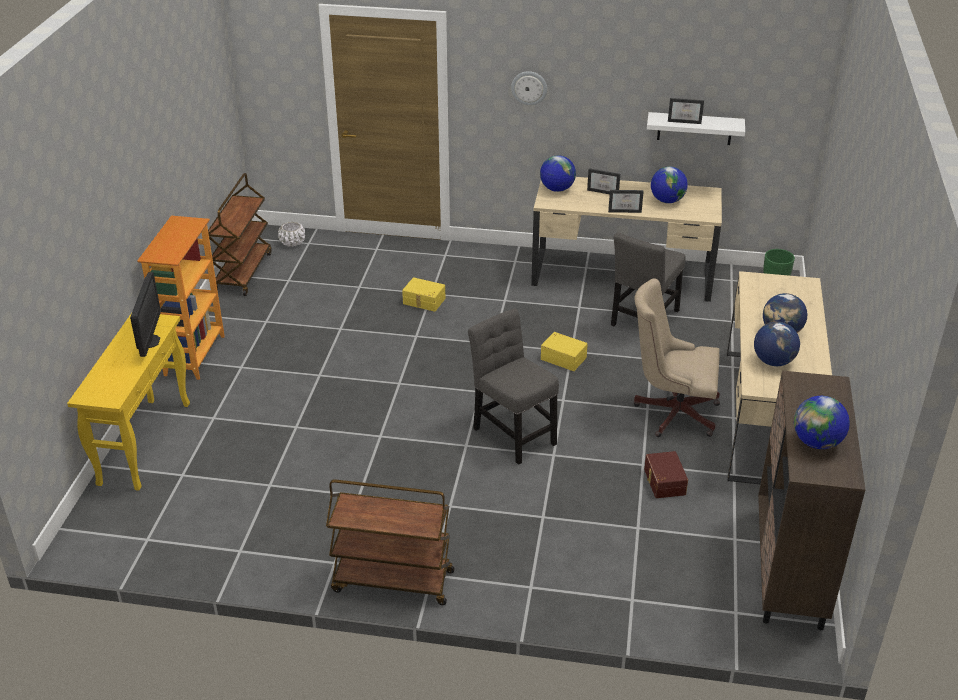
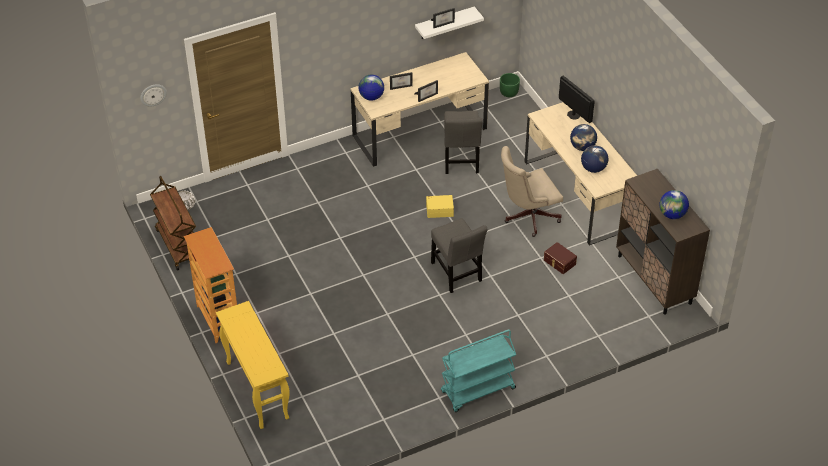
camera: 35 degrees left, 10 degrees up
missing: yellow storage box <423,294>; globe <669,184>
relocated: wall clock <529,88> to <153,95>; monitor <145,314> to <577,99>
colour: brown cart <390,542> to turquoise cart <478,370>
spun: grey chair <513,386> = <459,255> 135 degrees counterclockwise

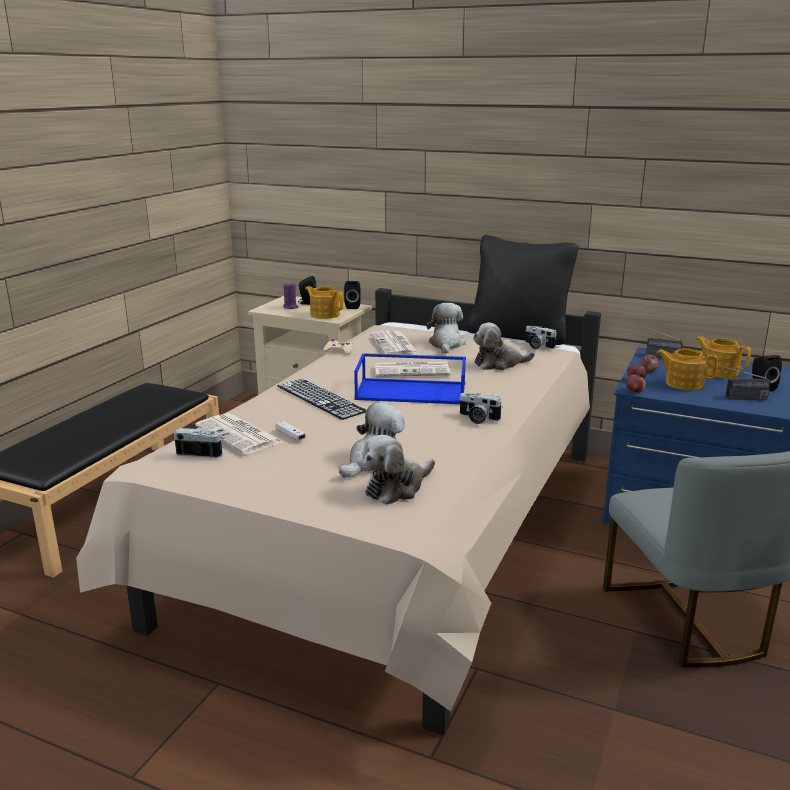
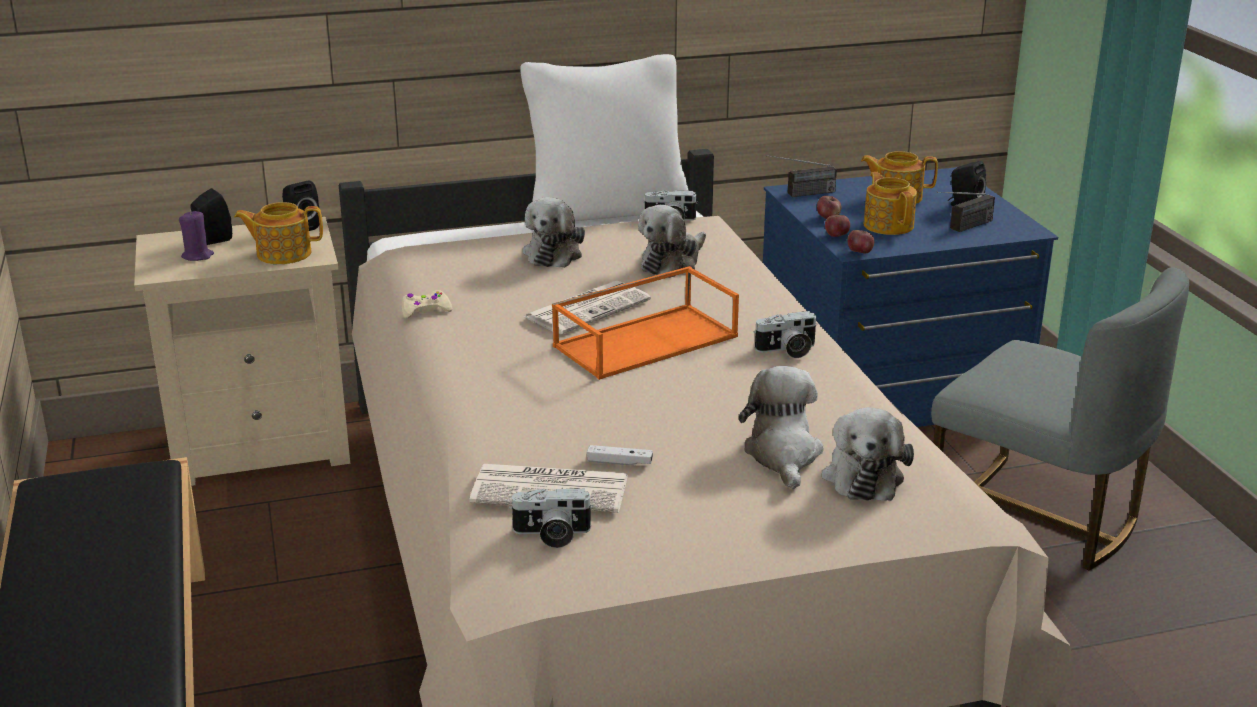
camera: 40 degrees left, 5 degrees up
missing: keyboard <321,399>; newspaper <395,343>
colour: black pillow <522,290> to white pillow <604,137>; blue tray <410,378> to orange tray <645,323>
spun: photo camera <198,443> = <551,518> 150 degrees counterclockwise; plush toy <446,328> = <554,232> 135 degrees counterclockwise; teapot <687,369> = <890,203> 90 degrees clockwise

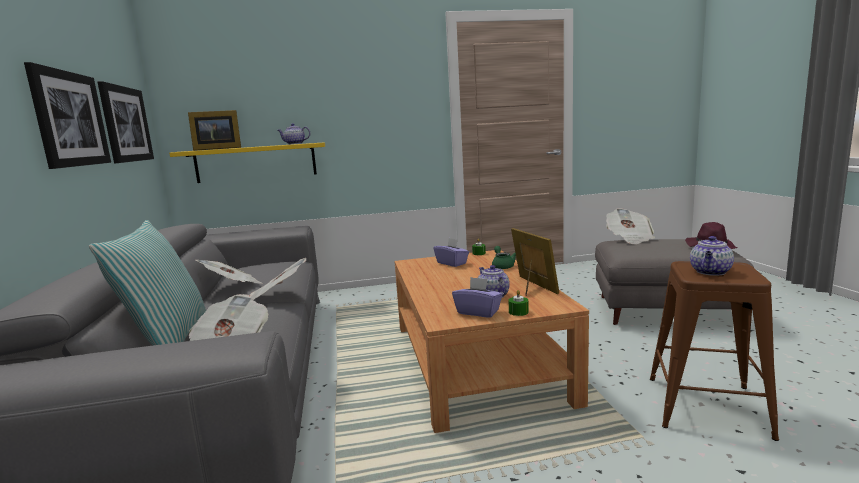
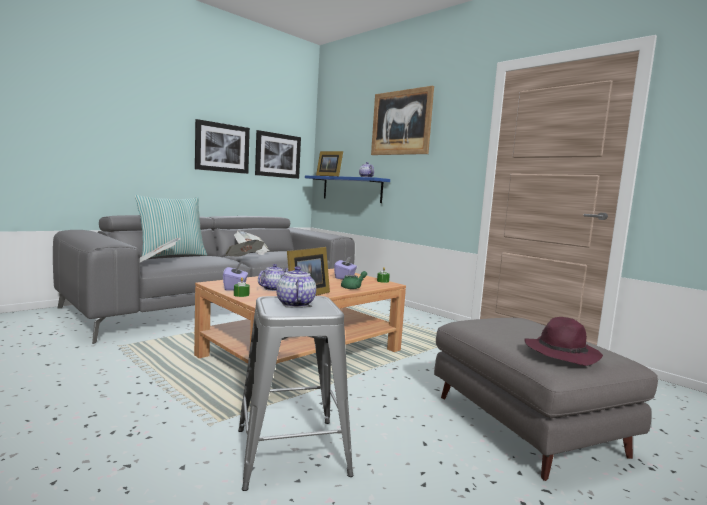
camera: 55 degrees right, 5 degrees down
missing: newspaper <630,226>
appeared: picture <402,120>
colour: brown stool <714,351> to grey stool <295,393>; yellow shelf <247,162> to blue shelf <347,189>
spun: teapot <712,256> = <296,286> 75 degrees clockwise

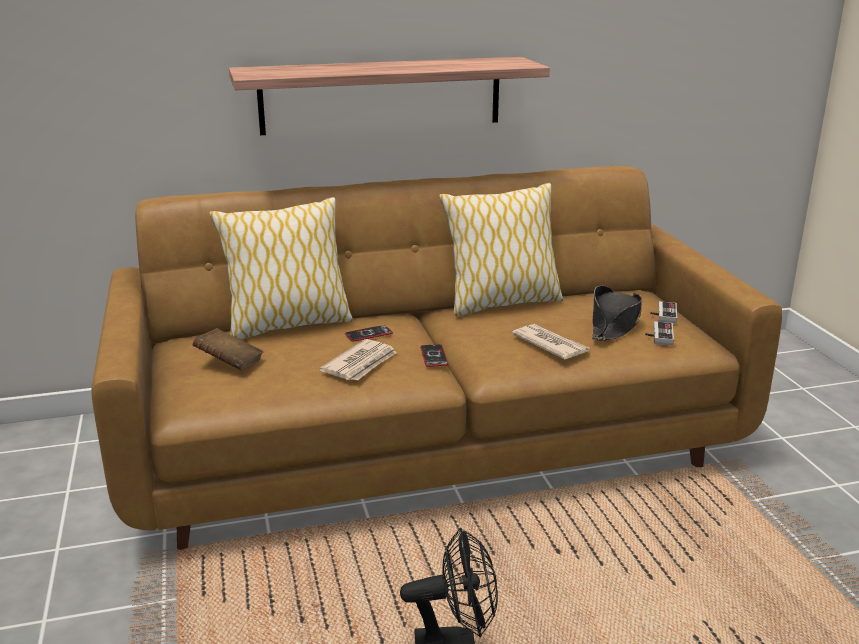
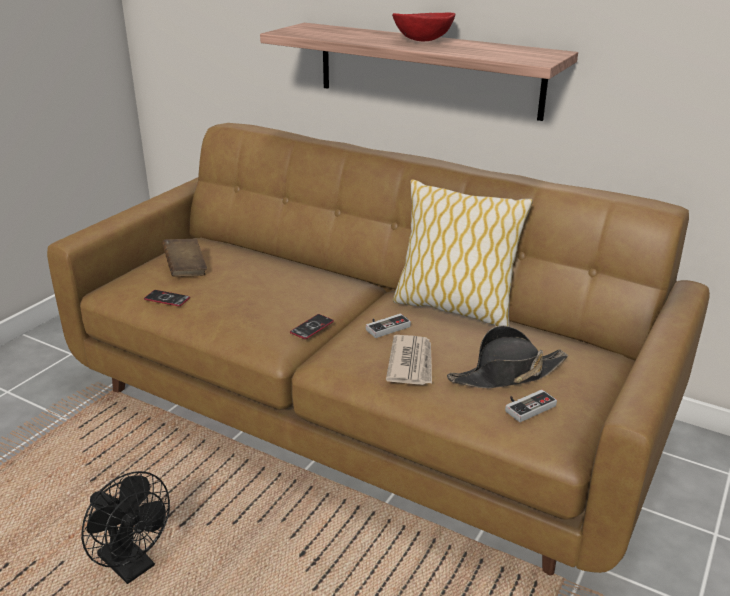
camera: 45 degrees right, 5 degrees up
missing: pillow <281,268>; newspaper <358,360>
appeared: red bowl <424,26>
relocated: phone <369,333> to <167,298>; game controller <663,312> to <388,326>

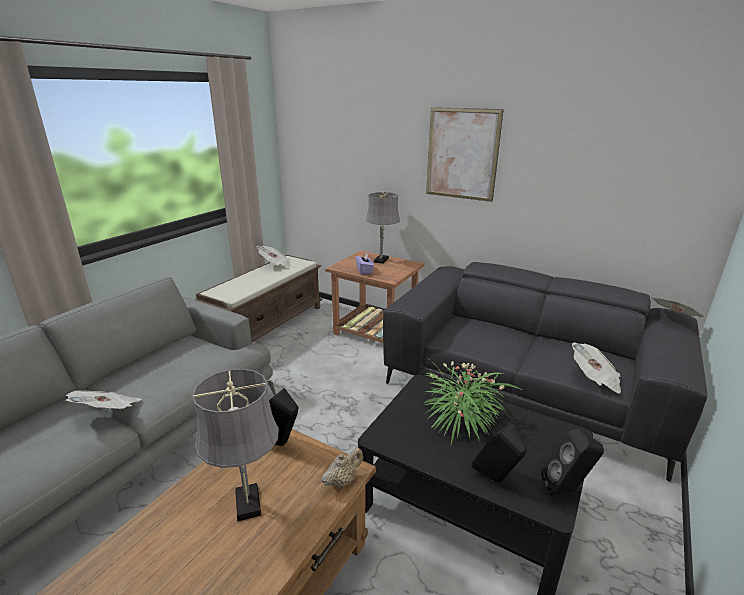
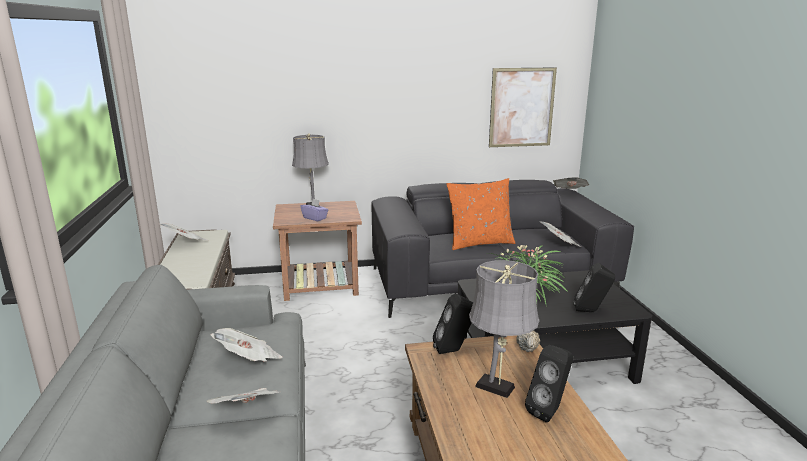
camera: 40 degrees left, 5 degrees down
appeared: newspaper <246,345>; orange pillow <481,214>
relocated: picture <465,154> to <523,107>; black speaker <572,462> to <549,383>

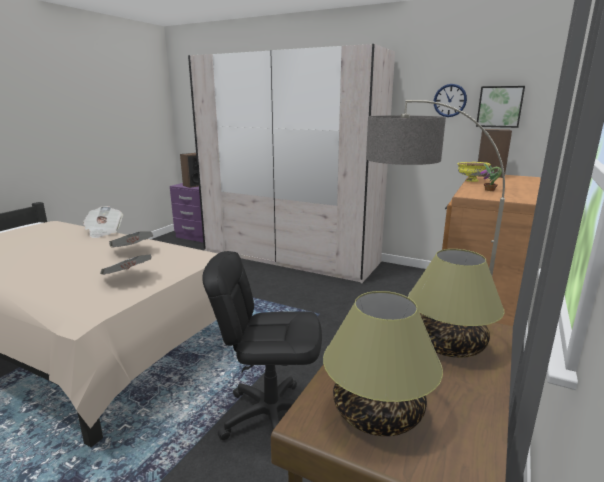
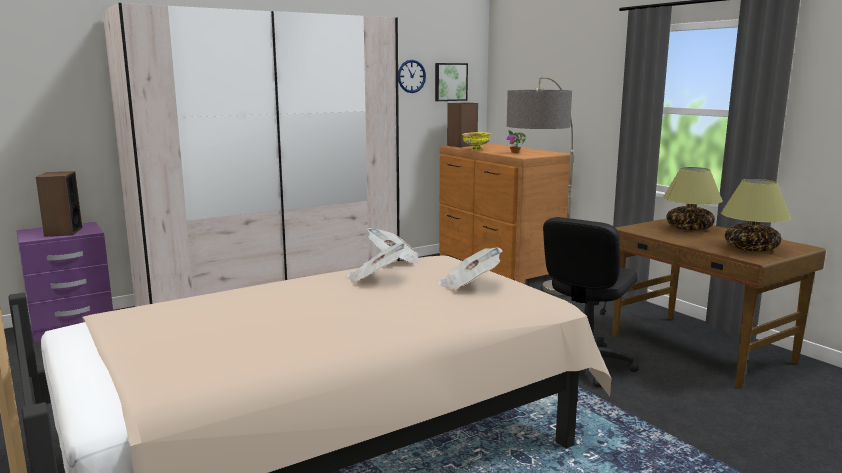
camera: 60 degrees left, 5 degrees down
relocated: newspaper <103,222> to <393,246>

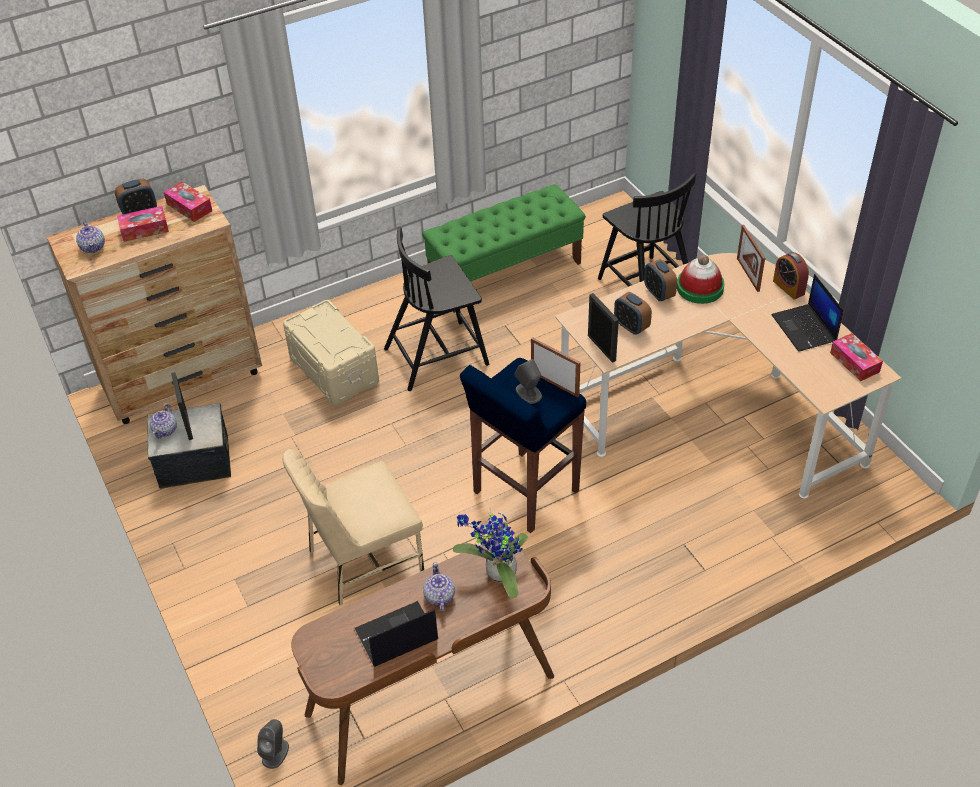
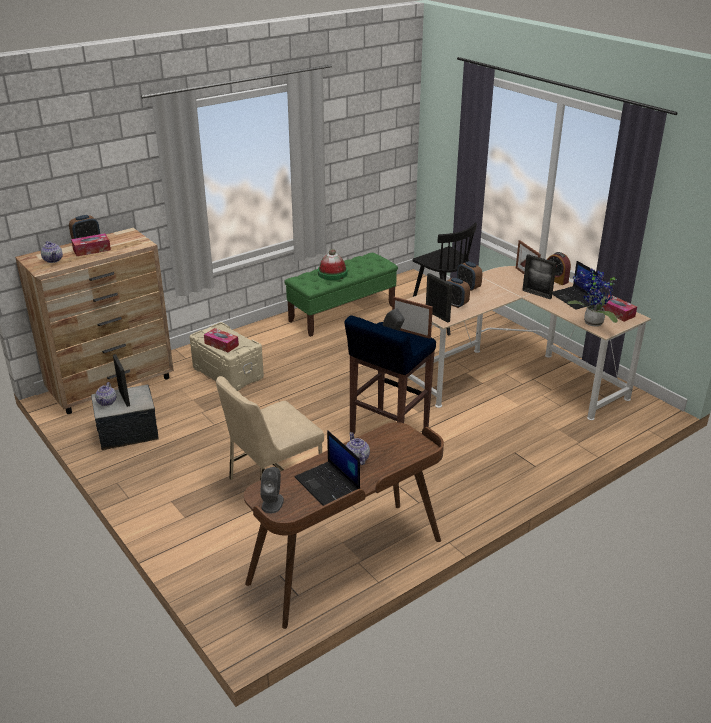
camera: 10 degrees left, 15 degrees down
missing: black chair <436,309>
appeared: picture frame <539,276>
relocated: tissue box <188,202> to <221,340>; grey speaker <273,744> to <272,490>; hat <700,279> to <333,264>; potted plant <490,553> to <592,298>
spun: laptop <396,634> = <327,468> 90 degrees counterclockwise

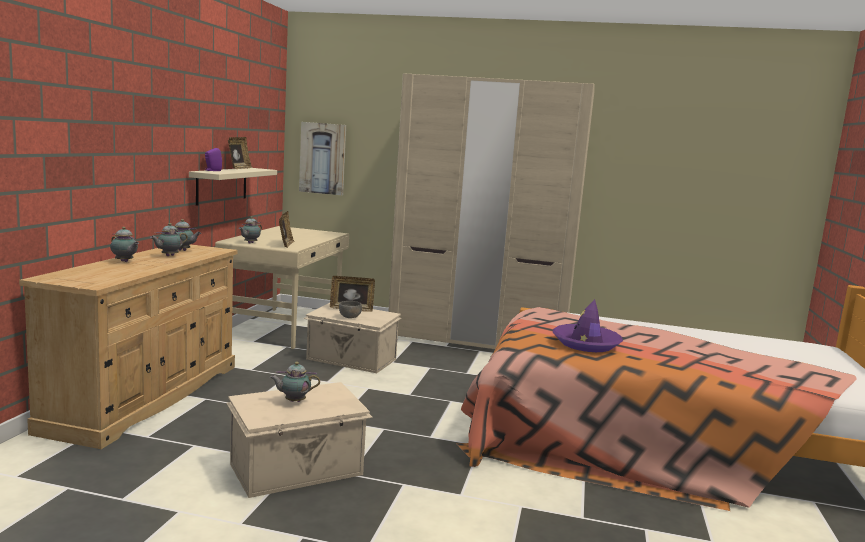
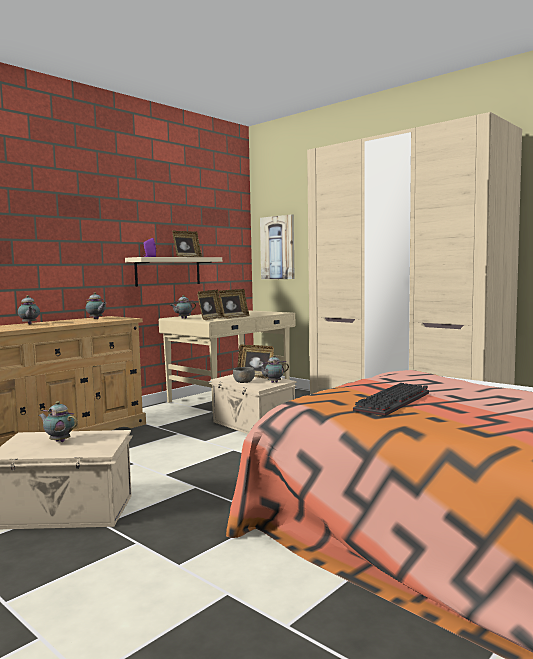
camera: 30 degrees right, 5 degrees down
appeared: picture frame <234,304>
relocated: teapot <169,239> to <273,369>
exchanged: purple hat <588,325> to keyboard <391,399>

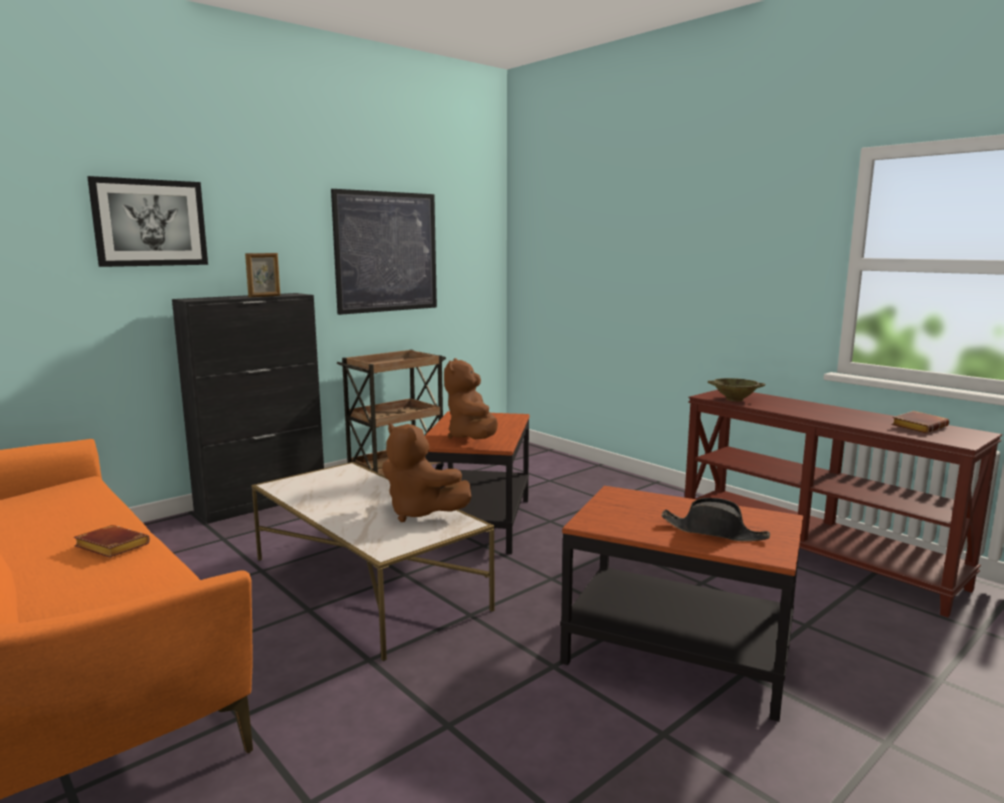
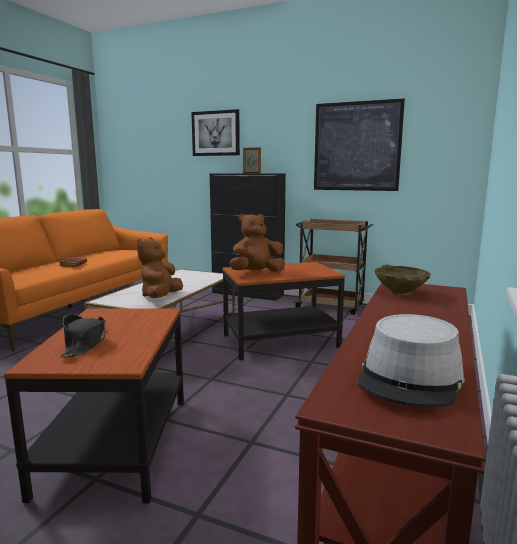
camera: 65 degrees right, 0 degrees up
exchanged: brown book <920,422> to grey hat <411,360>

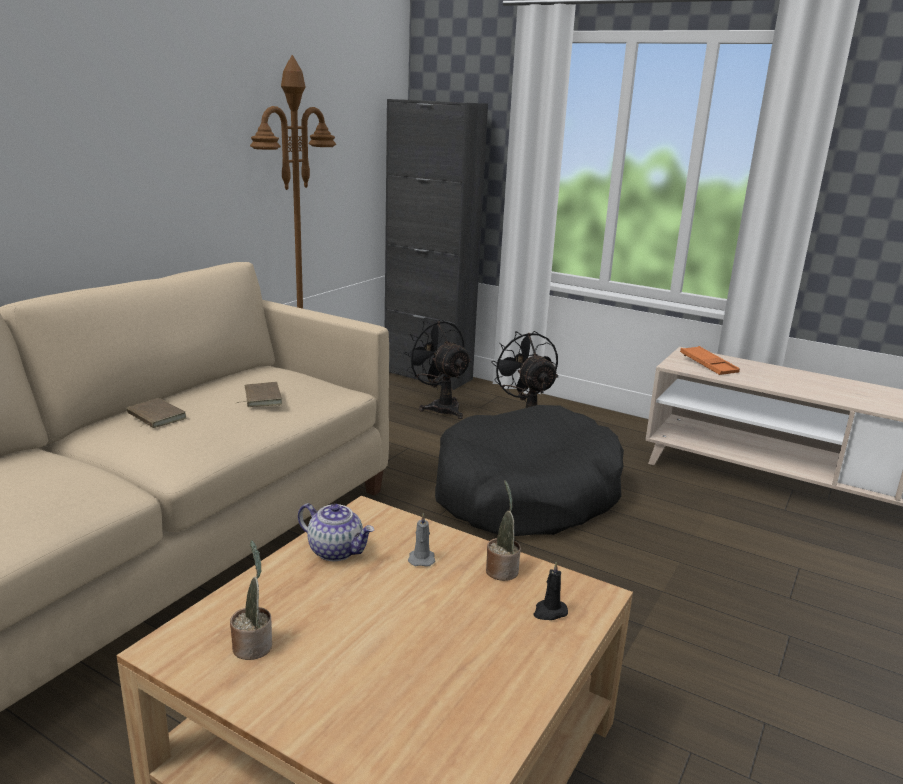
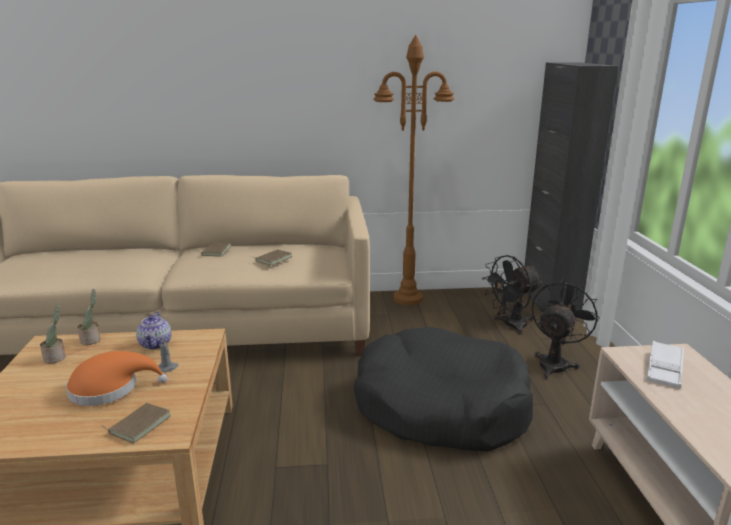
camera: 55 degrees right, 0 degrees up
appeared: orange hat <117,378>
relocated: potted plant <503,530> to <89,317>
exchanged: black candle <550,590> to brown book <137,423>
colour: orange tray <710,360> to white tray <665,365>
spun: black fan <438,369> = <512,295> 135 degrees counterclockwise

